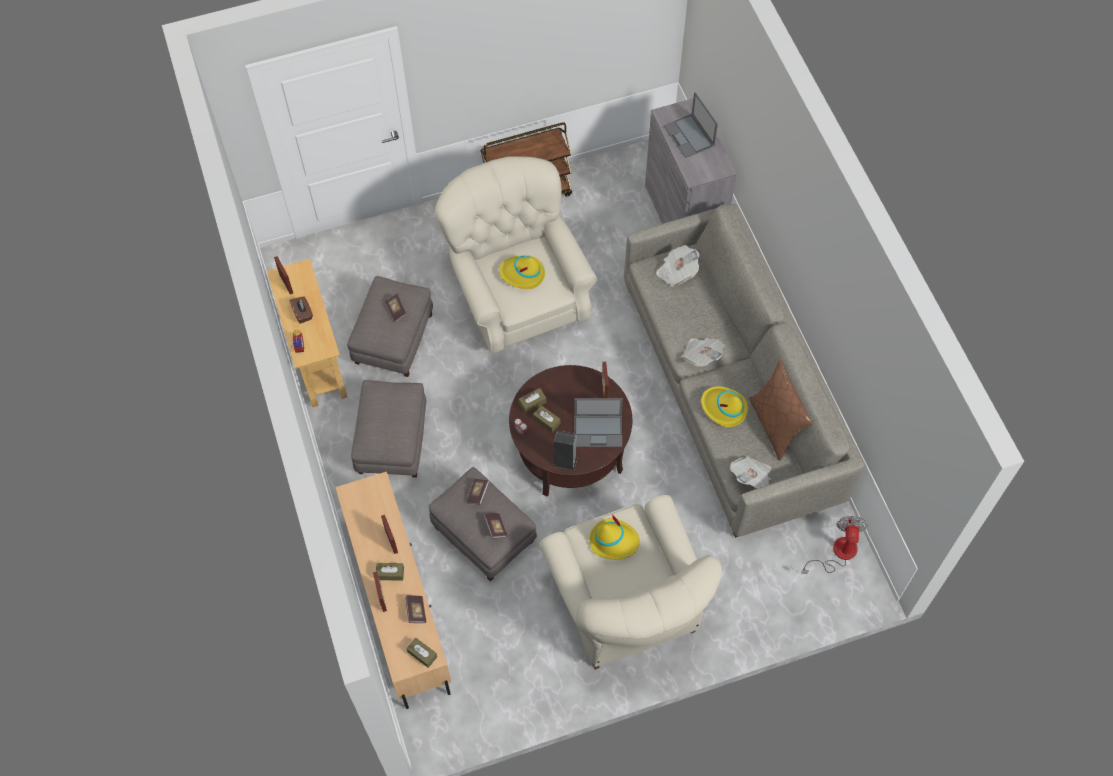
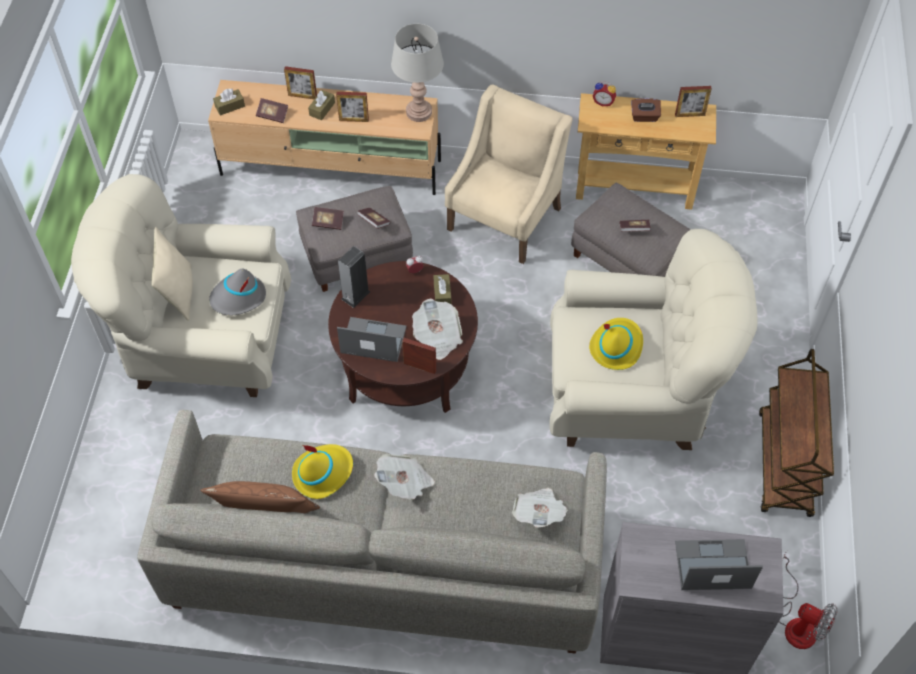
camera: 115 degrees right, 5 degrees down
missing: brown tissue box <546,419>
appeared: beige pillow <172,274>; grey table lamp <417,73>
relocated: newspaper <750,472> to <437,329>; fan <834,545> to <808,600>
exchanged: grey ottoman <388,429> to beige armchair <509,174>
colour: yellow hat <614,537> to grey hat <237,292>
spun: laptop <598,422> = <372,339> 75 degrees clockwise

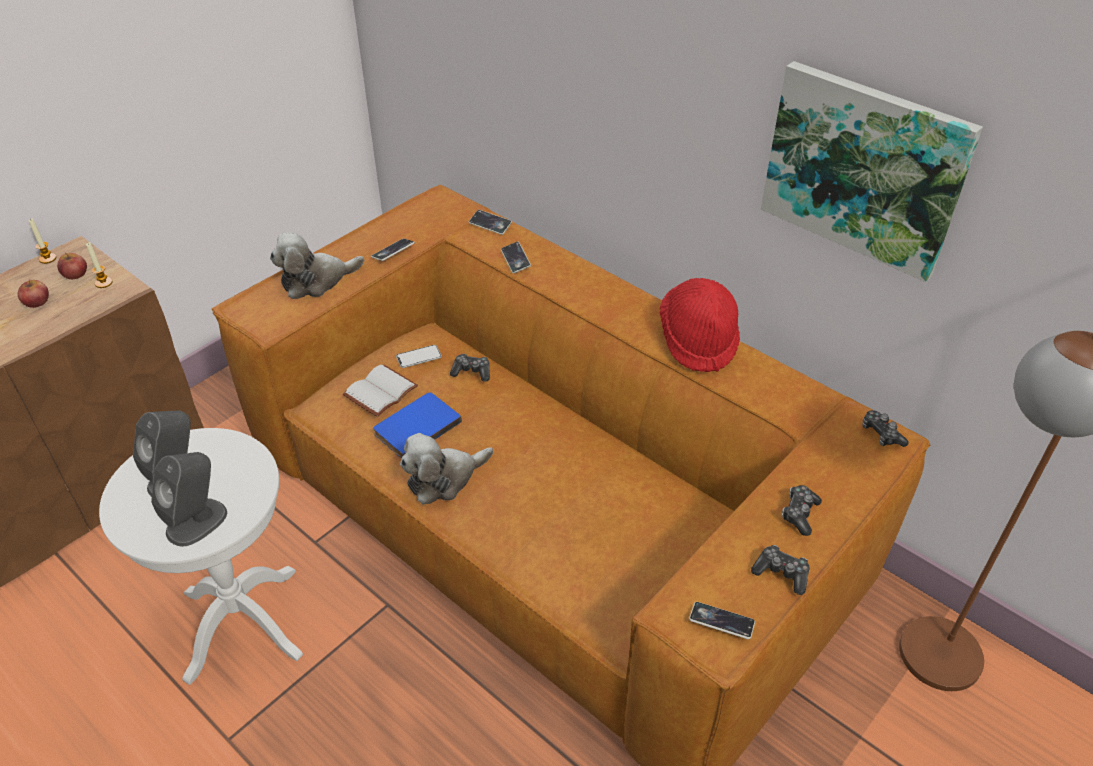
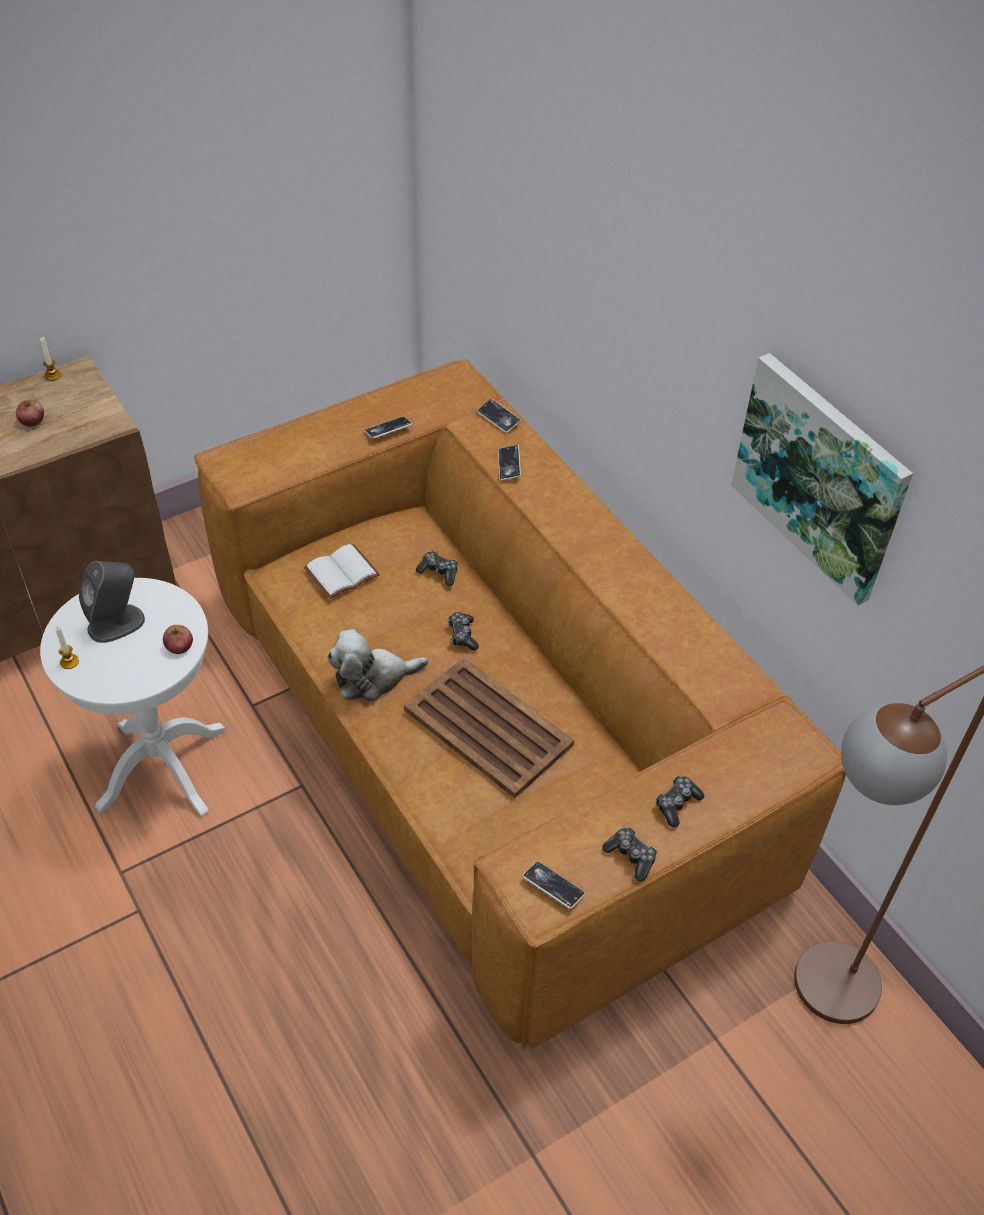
camera: 15 degrees right, 5 degrees up
missing: grey speaker <189,499>; plush toy <317,265>; blue book <417,425>; phone <419,356>; red hat <700,325>
appeared: brown tray <489,728>
relocated: candle <99,265> to <67,647>; apple <72,266> to <178,639>; game controller <885,428> to <463,631>

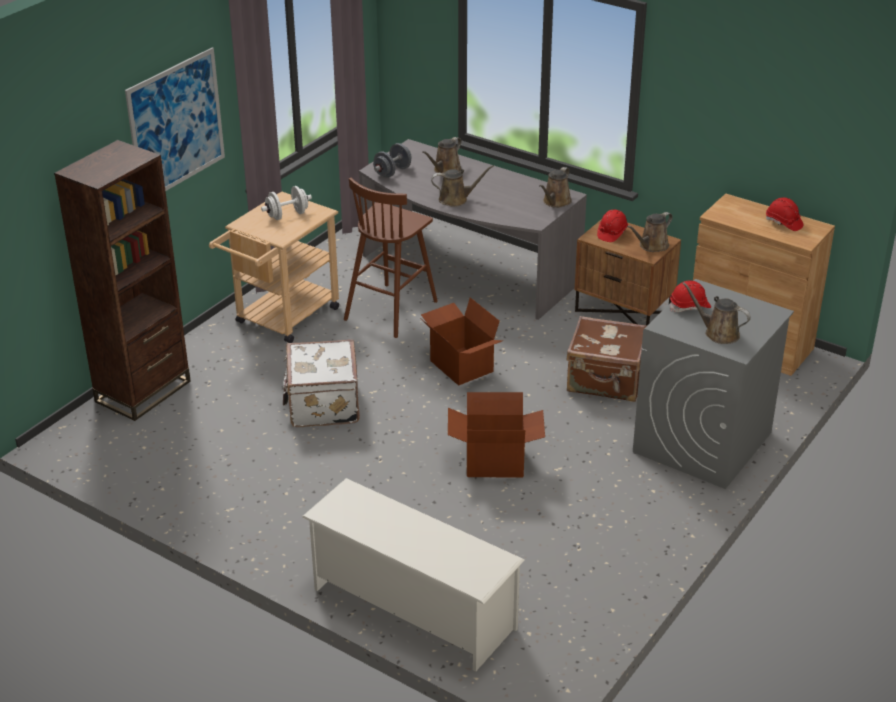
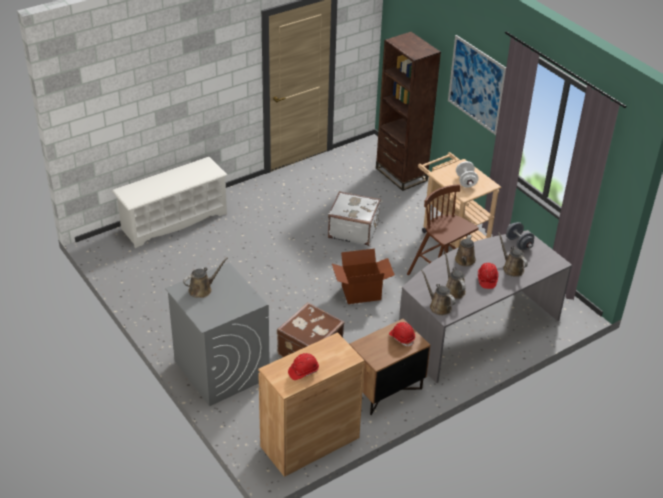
camera: 110 degrees right, 5 degrees up
missing: cardboard box <496,434>
relocated: brown watering can <650,232> to <455,275>; red hard hat <690,296> to <488,276>

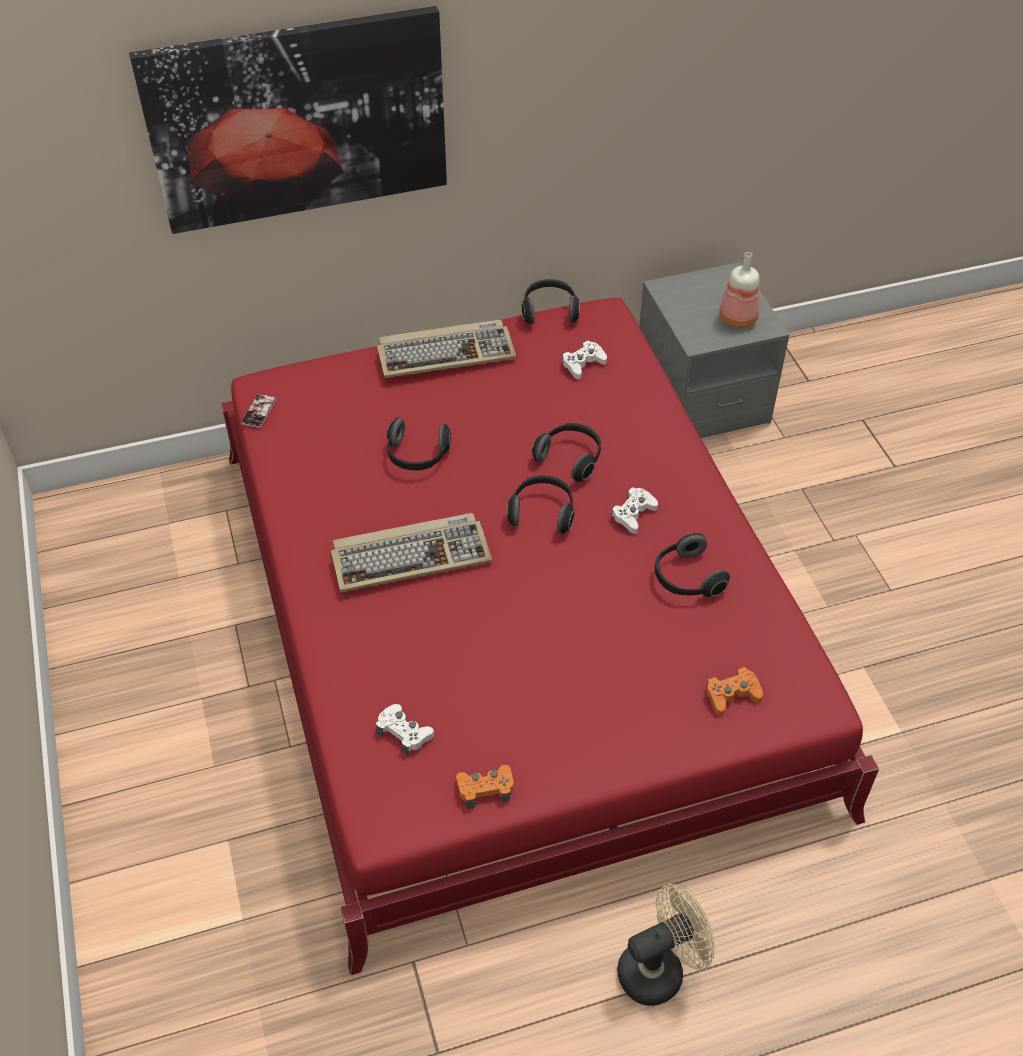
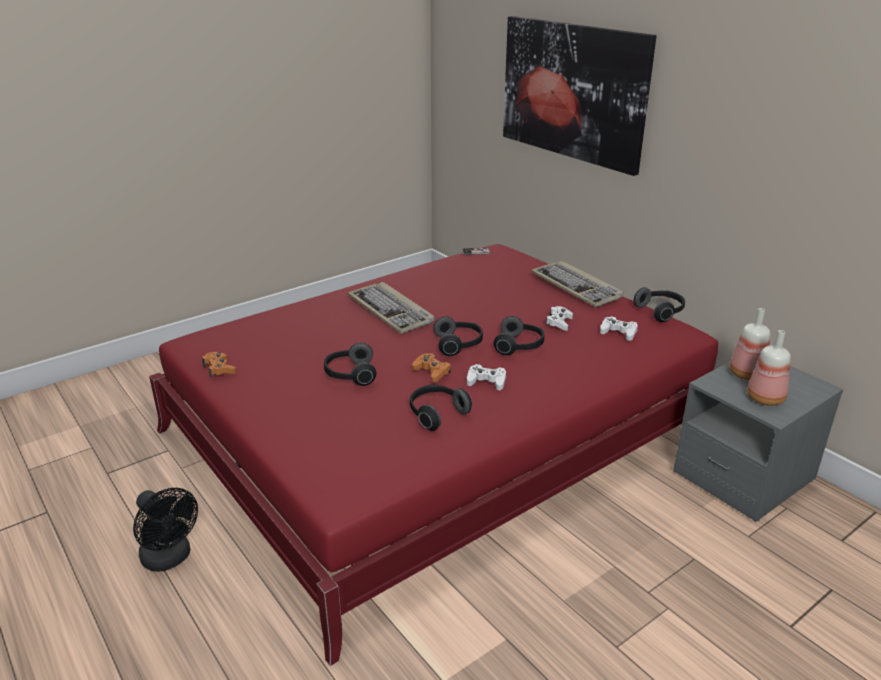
camera: 70 degrees right, 20 degrees down
appeared: bottle <749,344>
relocated: headphones <419,444> to <350,364>; orange game controller <735,691> to <431,368>; white game controller <405,729> to <559,318>
colour: beige fan <666,945> to black fan <165,530>

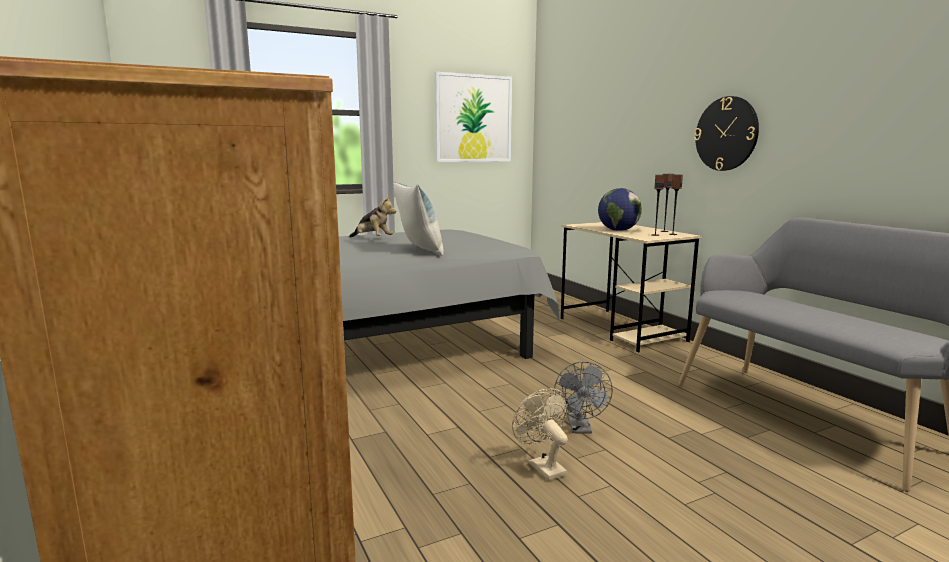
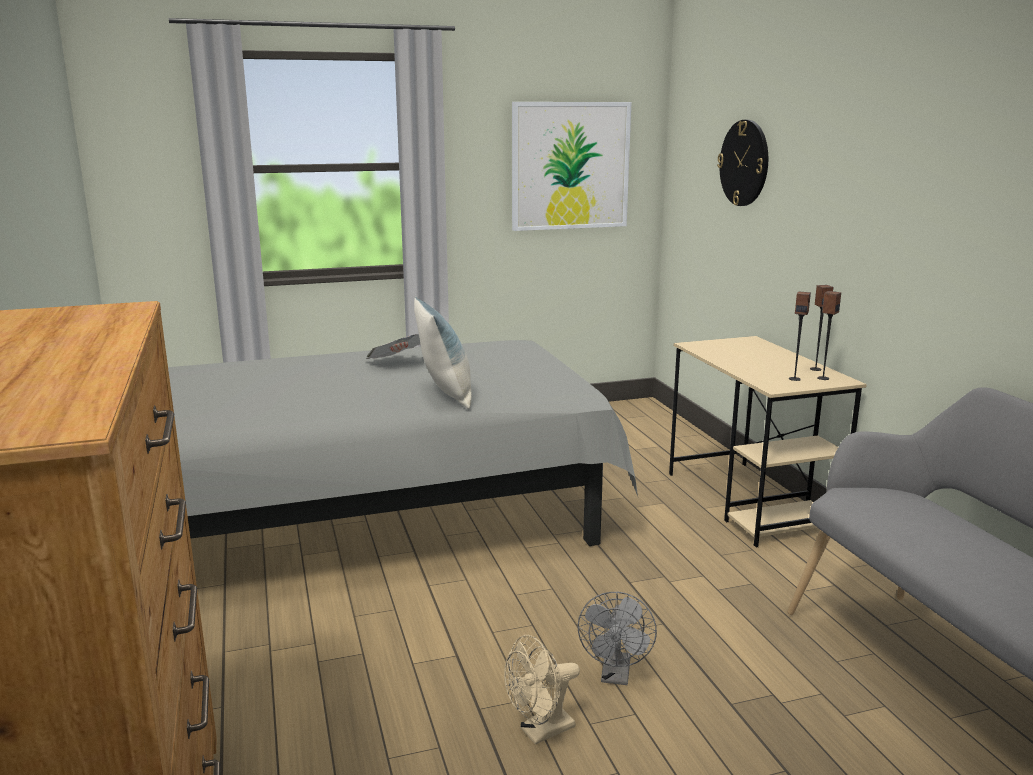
camera: 10 degrees right, 5 degrees up
missing: globe <620,209>
relocated: wall clock <726,133> to <742,163>
exchanged: plush toy <372,217> to newspaper <393,346>
spun: beige fan <540,434> = <542,690> 105 degrees counterclockwise

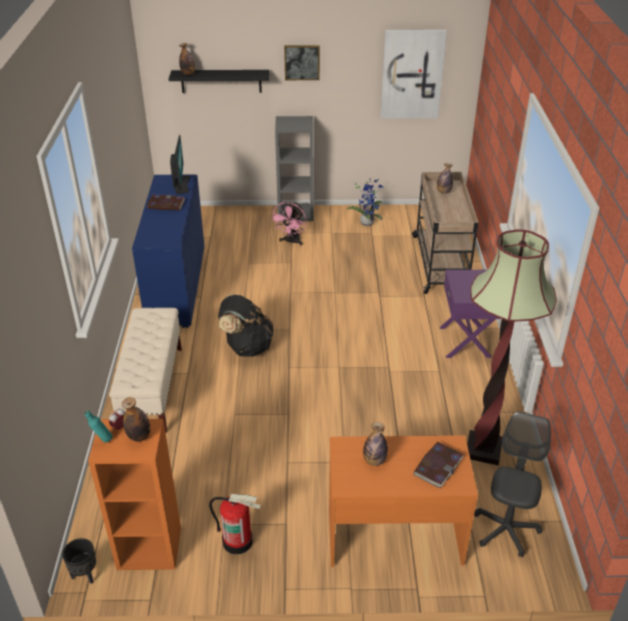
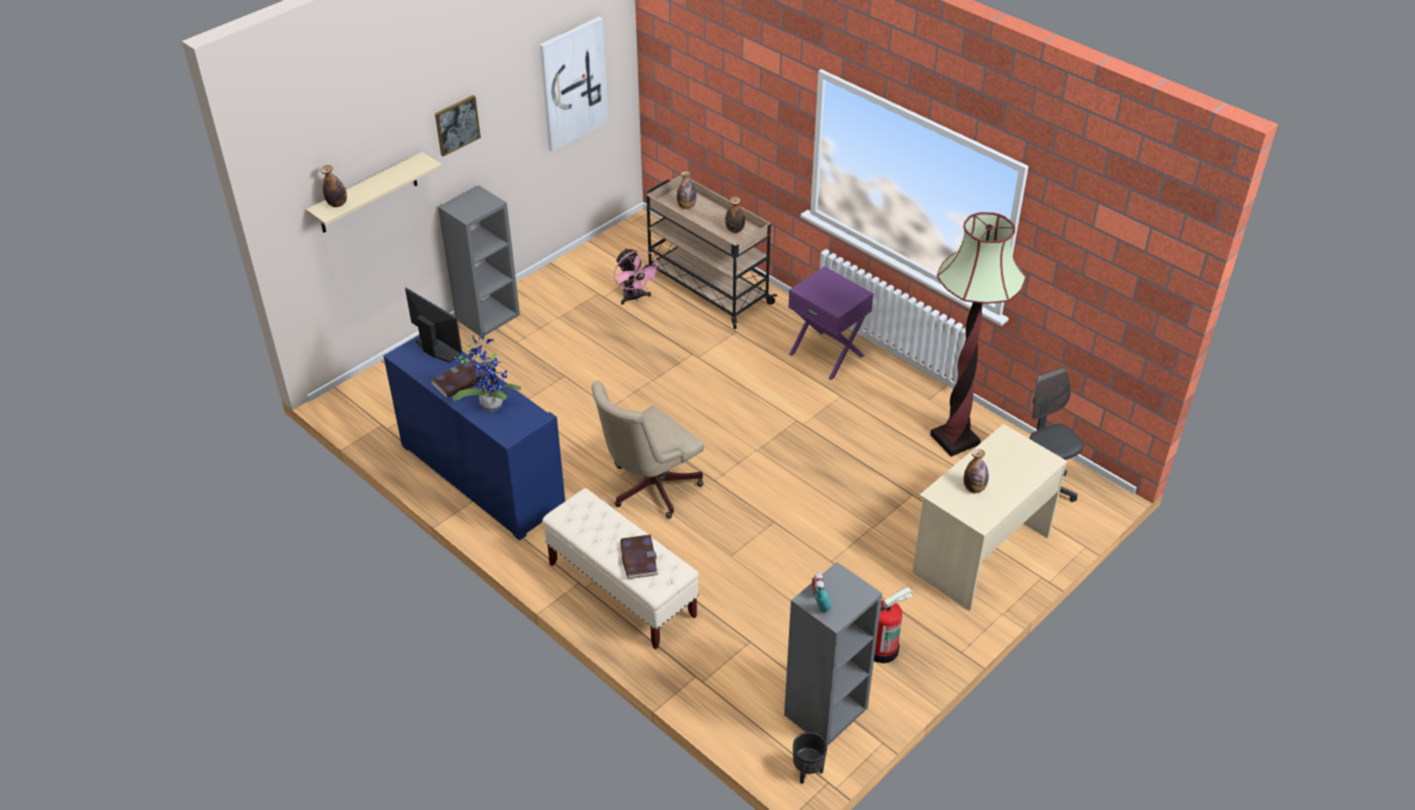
camera: 45 degrees left, 5 degrees up
relocated: potted plant <365,201> to <487,371>; pink fan <289,224> to <637,276>; book <439,465> to <639,557>; bottle <136,419> to <735,215>
exchanged: black backpack <245,325> to beige office chair <647,450>
colour: black shelf <219,81> to beige shelf <374,192>; orange bookcase <134,494> to grey bookcase <833,654>; orange desk <403,501> to beige desk <989,517>

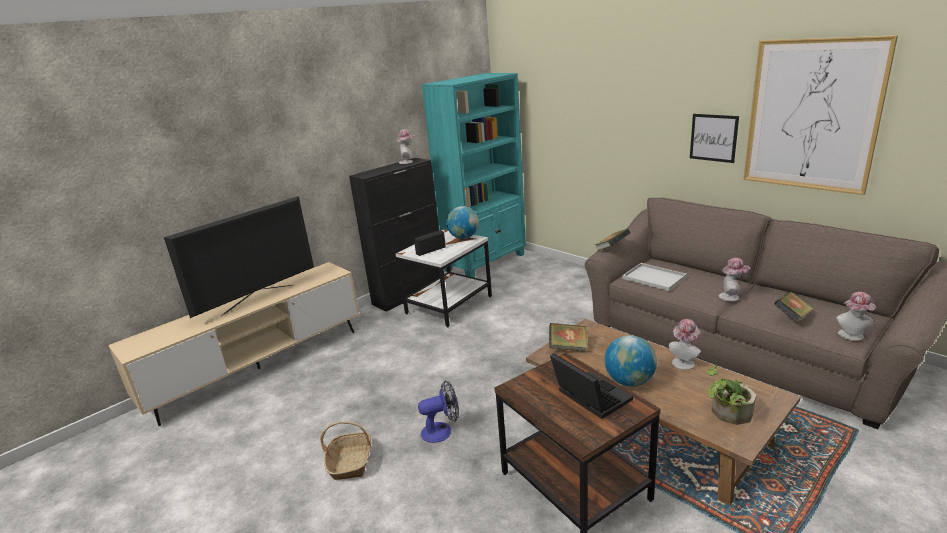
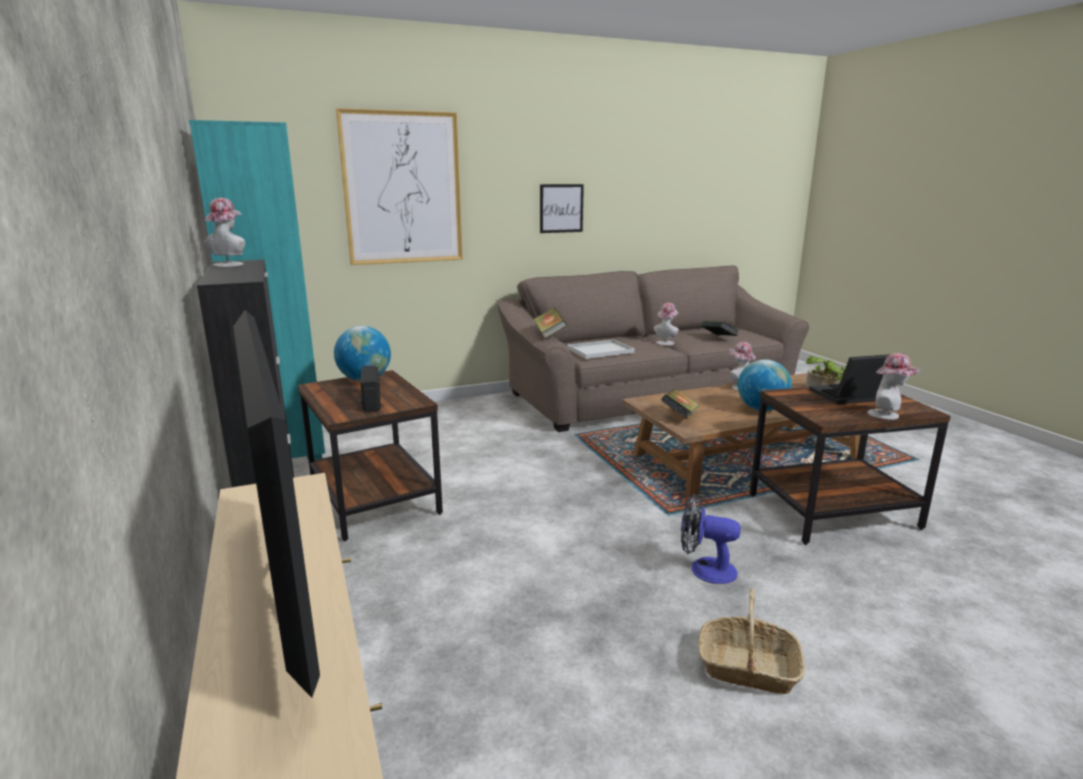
camera: 70 degrees left, 5 degrees down
relocated: picture <821,115> to <399,186>; hat <856,316> to <894,386>
colour: white side table <444,278> to brown side table <370,455>
spun: fan <438,411> = <711,539> 75 degrees counterclockwise

